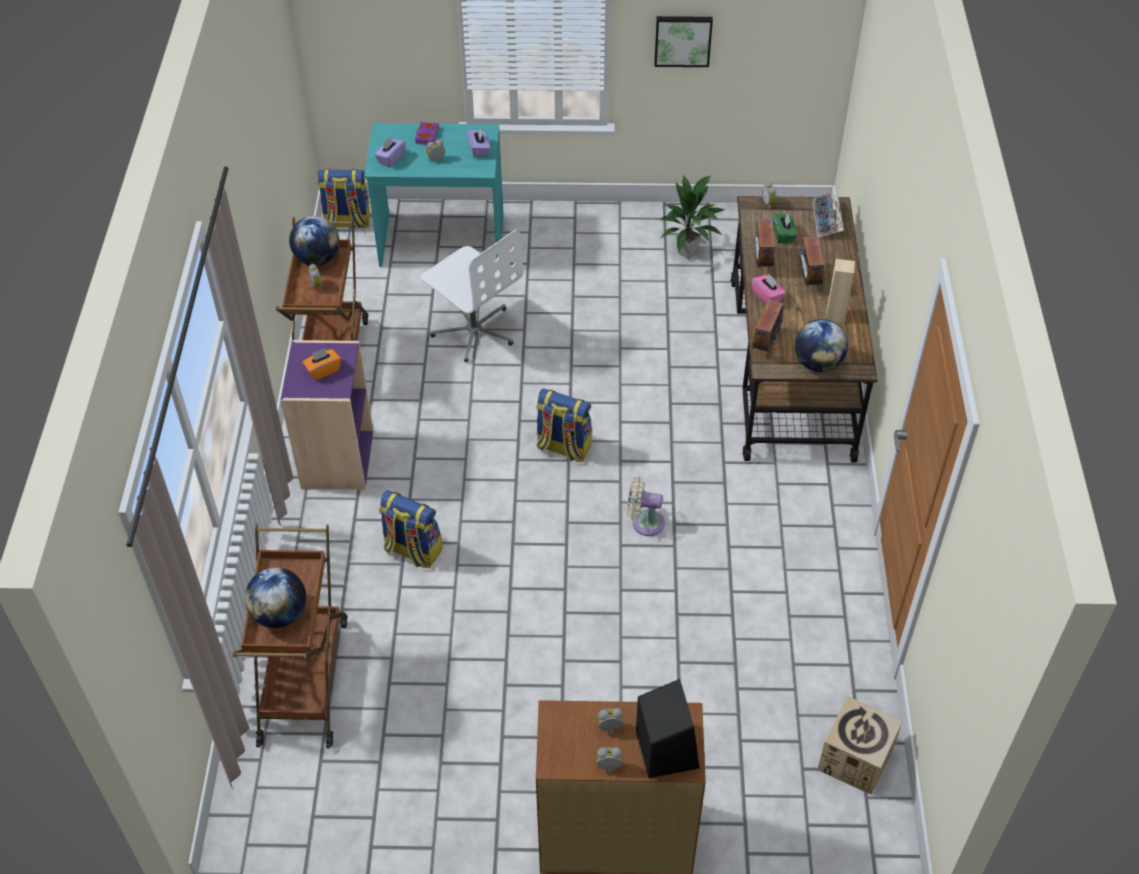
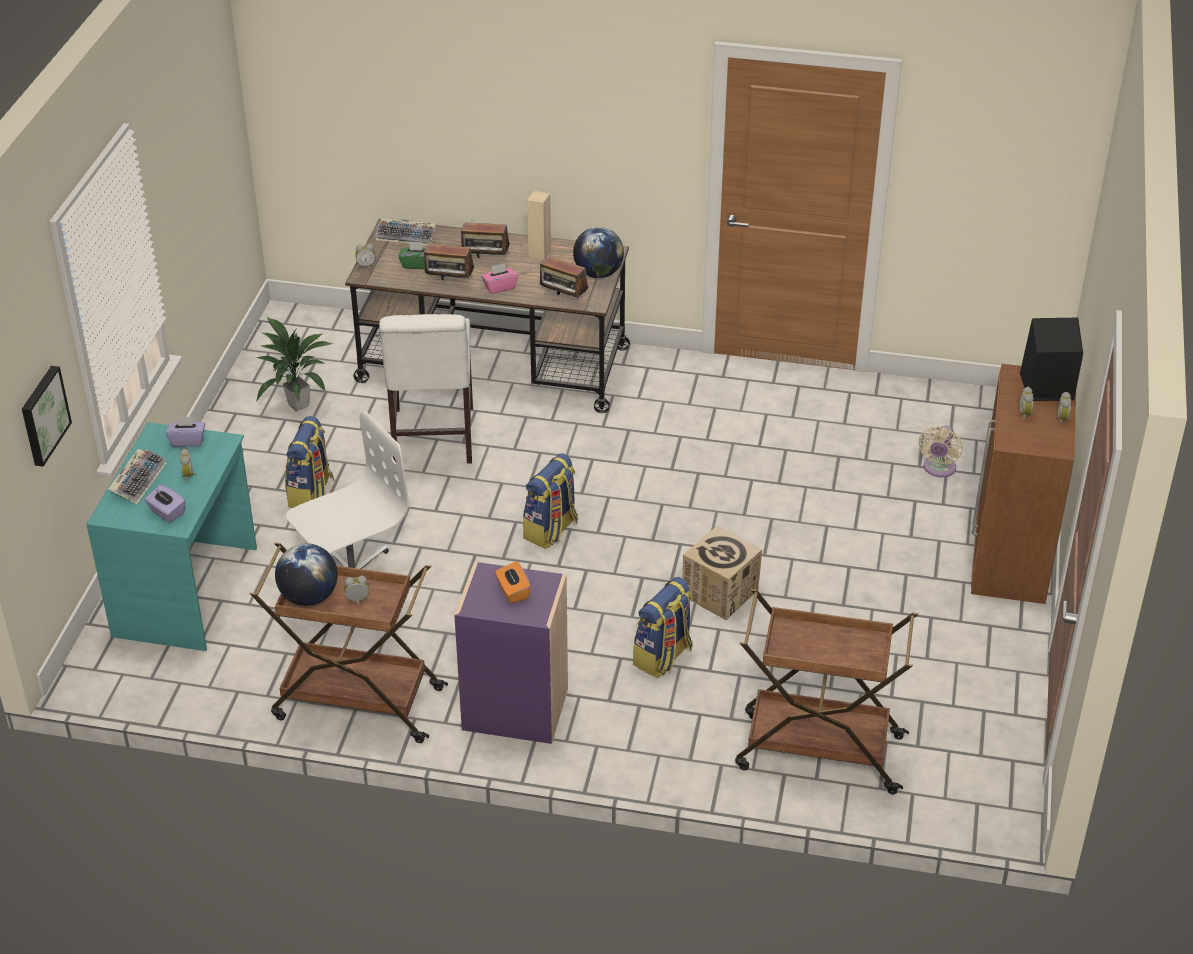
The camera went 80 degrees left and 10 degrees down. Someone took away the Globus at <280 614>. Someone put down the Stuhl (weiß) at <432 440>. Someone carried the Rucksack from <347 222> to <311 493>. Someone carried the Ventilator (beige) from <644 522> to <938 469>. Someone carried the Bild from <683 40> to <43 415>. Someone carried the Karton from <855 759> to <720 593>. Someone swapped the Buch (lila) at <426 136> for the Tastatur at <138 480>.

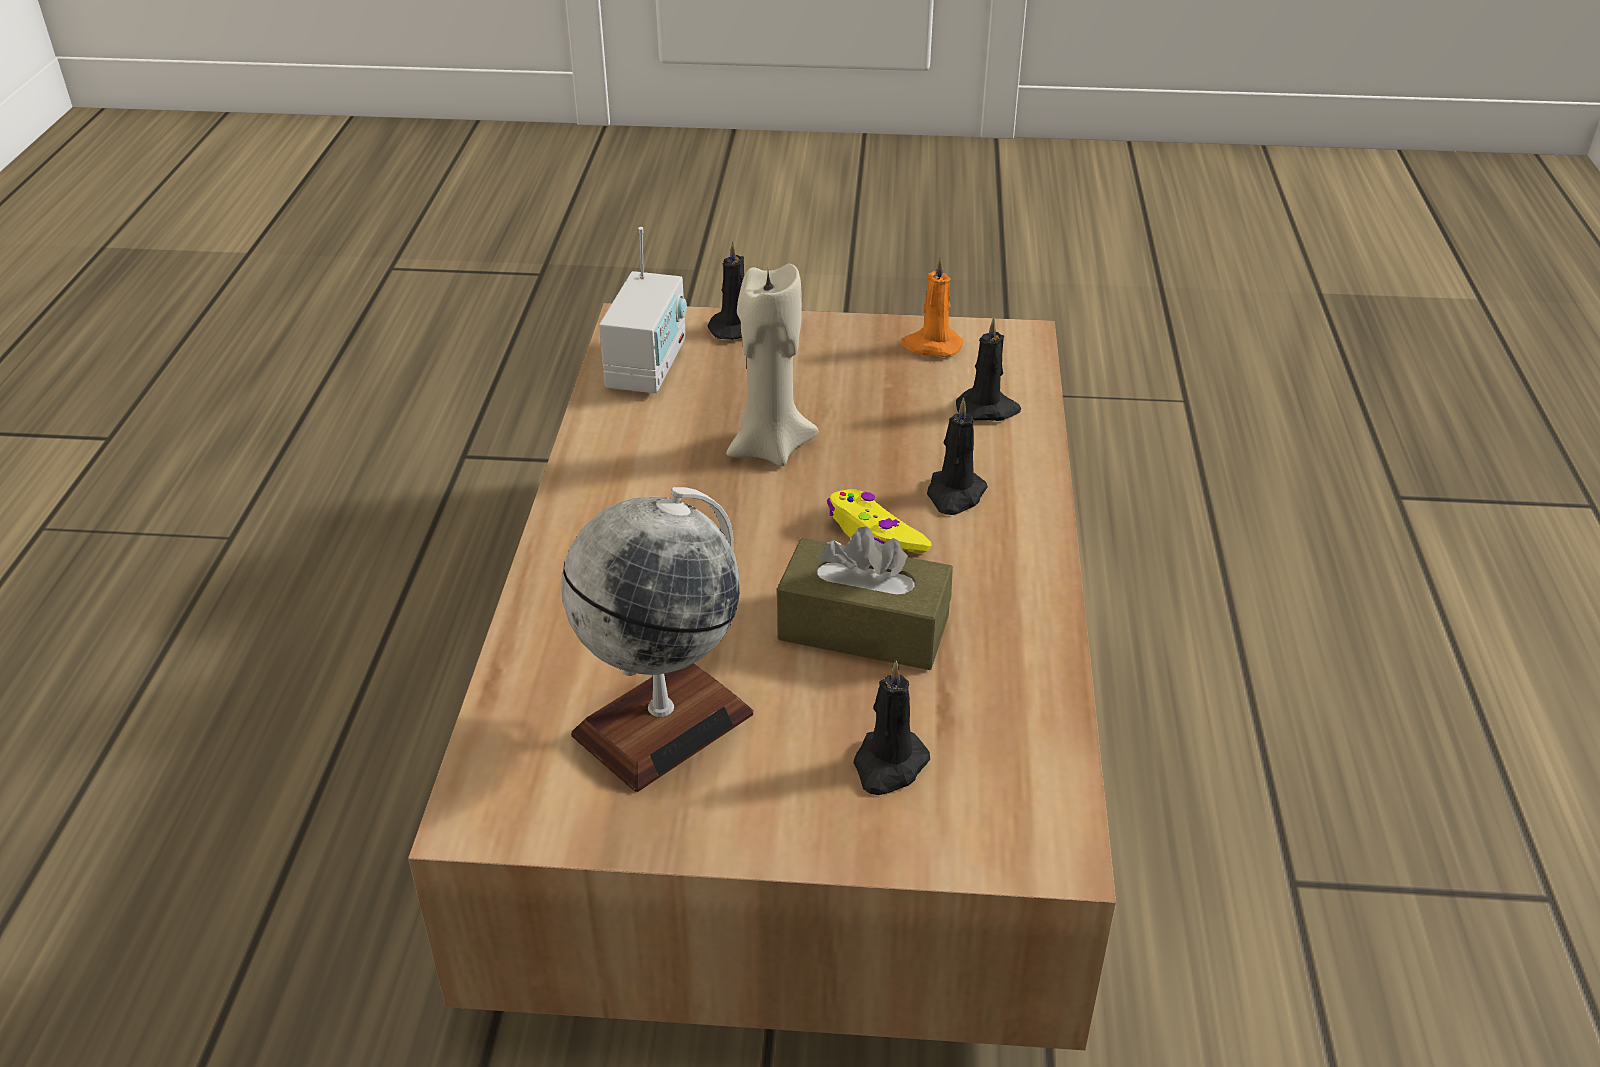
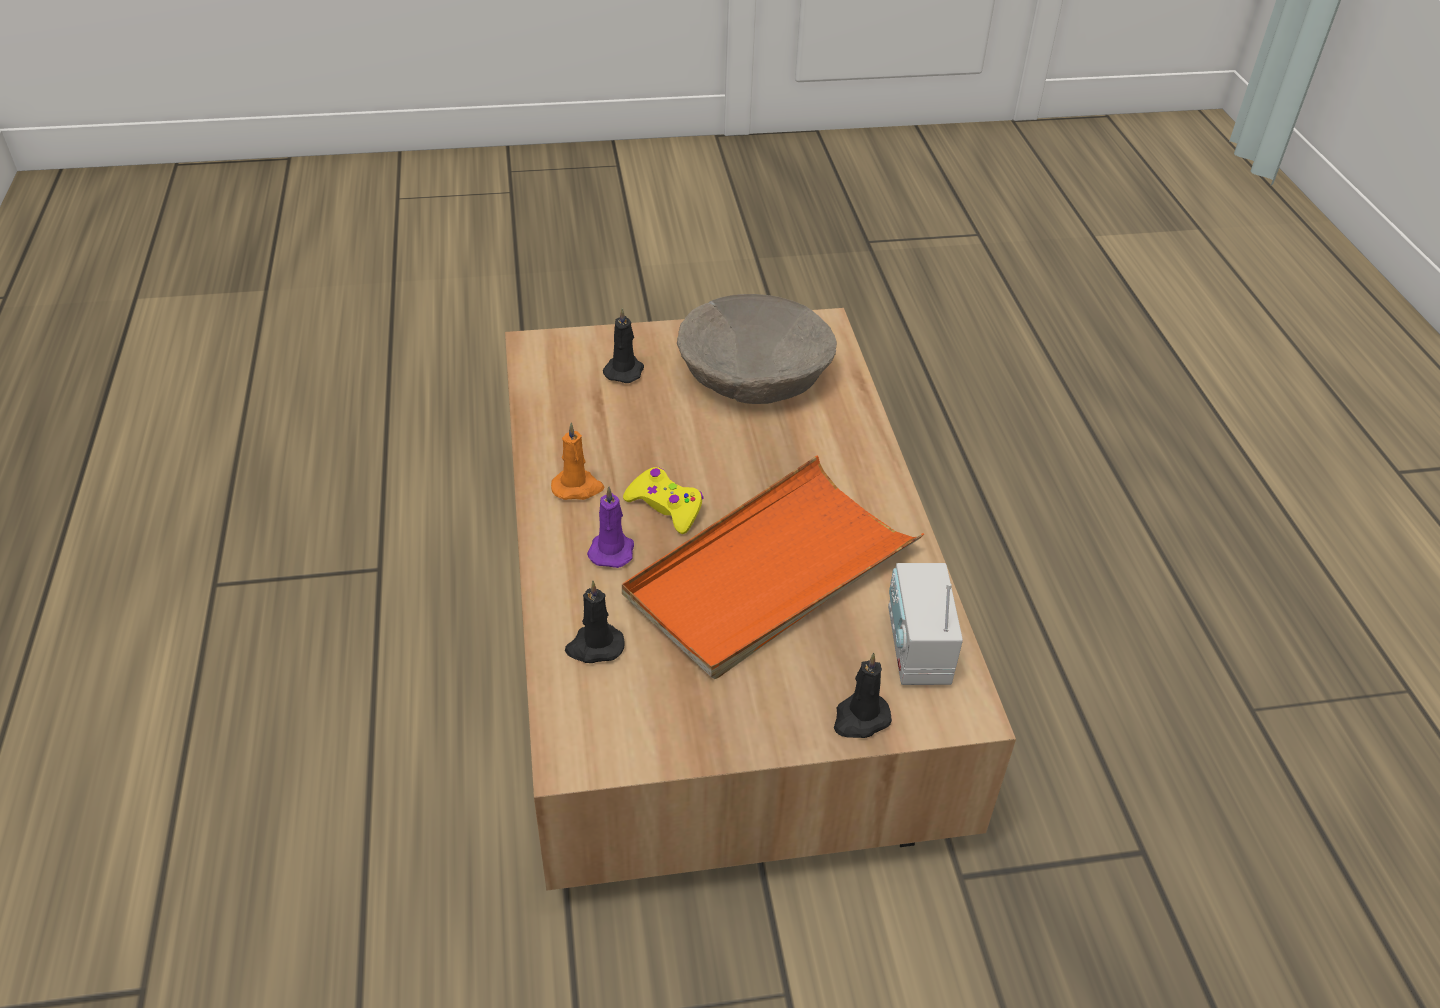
The camera went 165 degrees right and 5 degrees up. Someone took away the Taschentuchbox (braun) at <863 628>. Someone carried the Kerze (orange) from <931 345> to <578 487>. Someone swapped the Globus at <663 723> for the Schüssel (beige) at <753 374>. Someone swapped the Kerze (beige) at <769 447> for the Tablett (orange) at <770 573>. Someone repainted the Kerze (schwarz) at <955 495>, which became the Kerze (lila) at <612 550>.

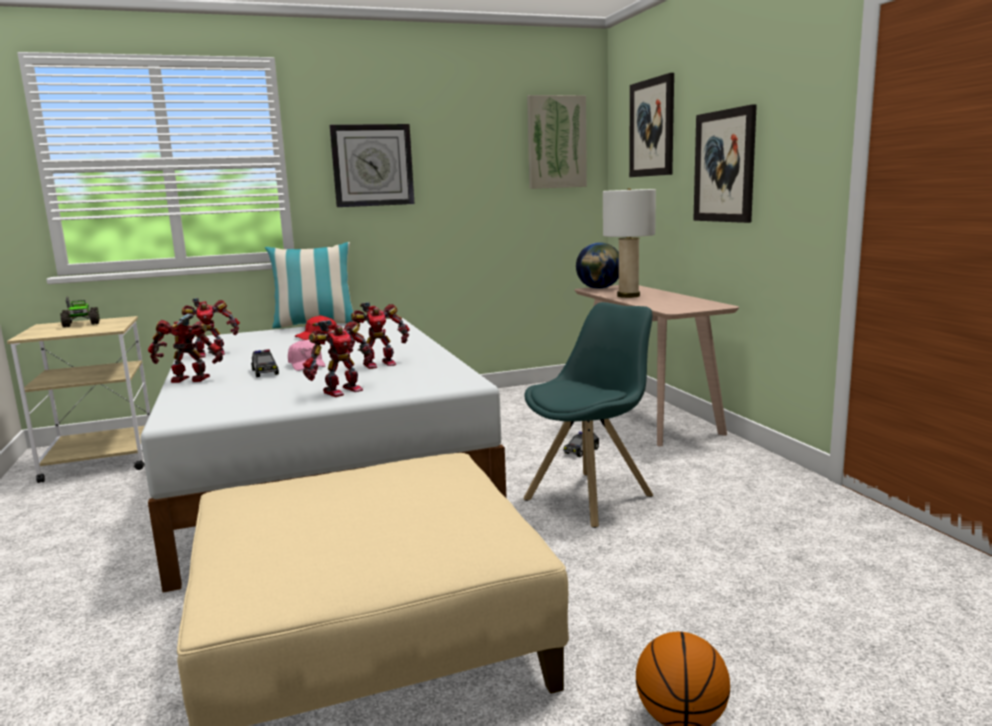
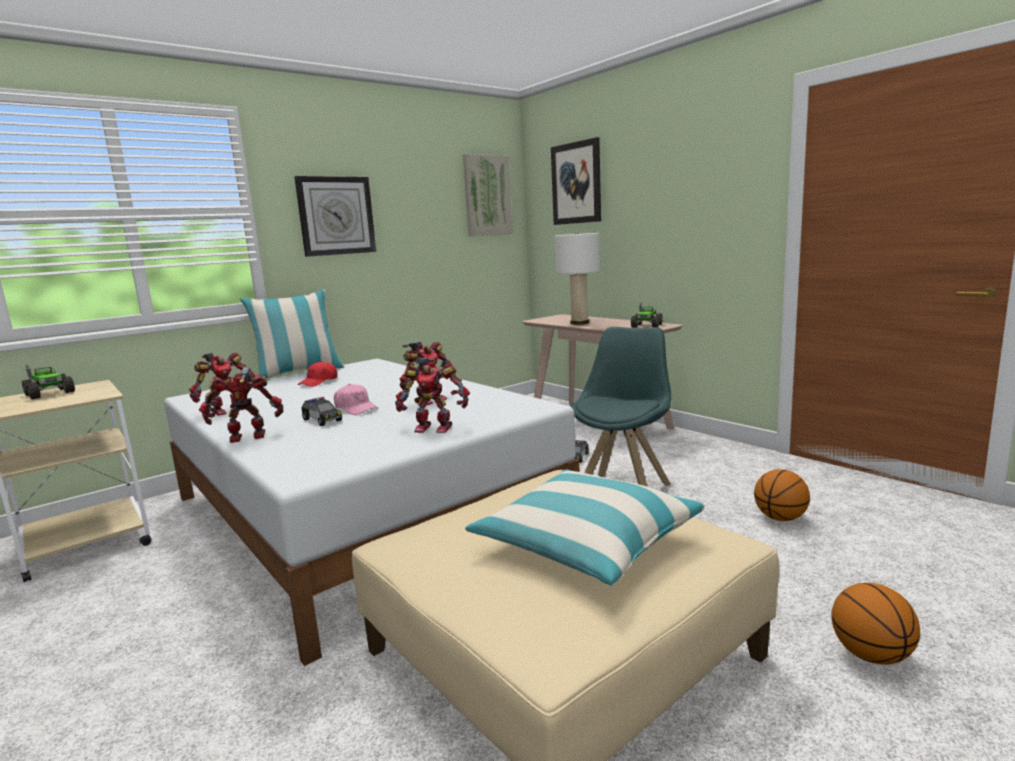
The camera went 20 degrees left and 0 degrees up. Someone took away the Globus at <599 288>. Someone took away the Bild at <724 166>. Someone put down the Kissen at <586 542>. Someone put down the Spielzeuglaster at <647 326>. Someone put down the Basketball at <780 518>. Someone rotated the Spielzeugroboter at <341 391> by 75 degrees clockwise.

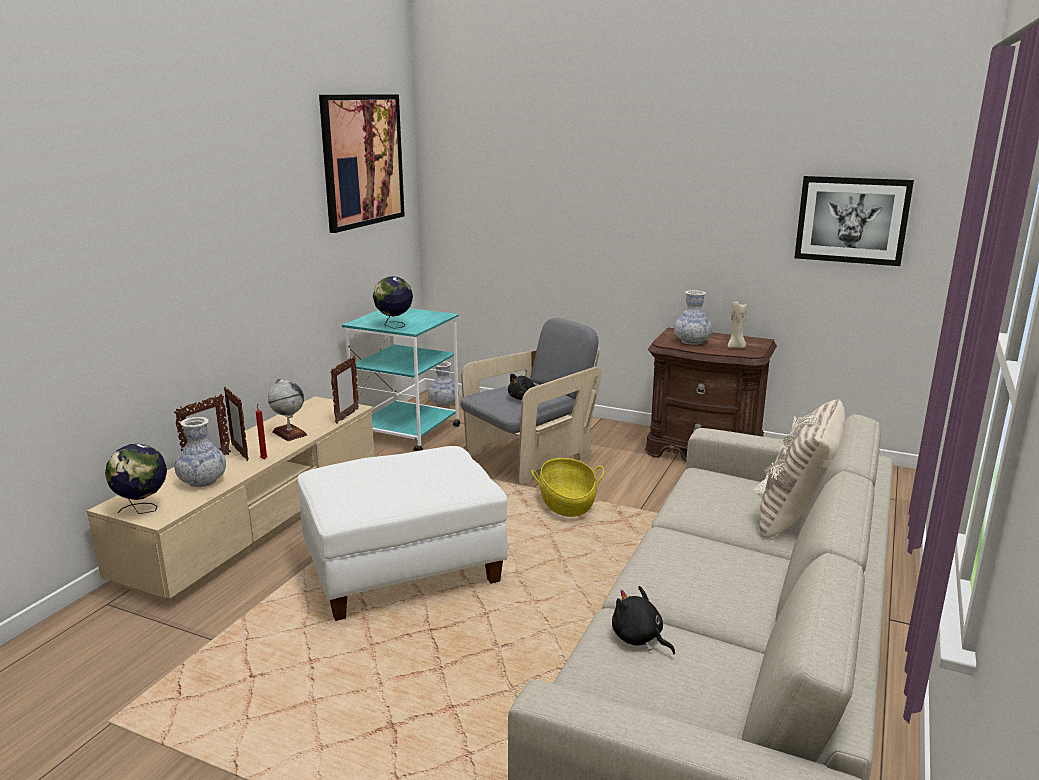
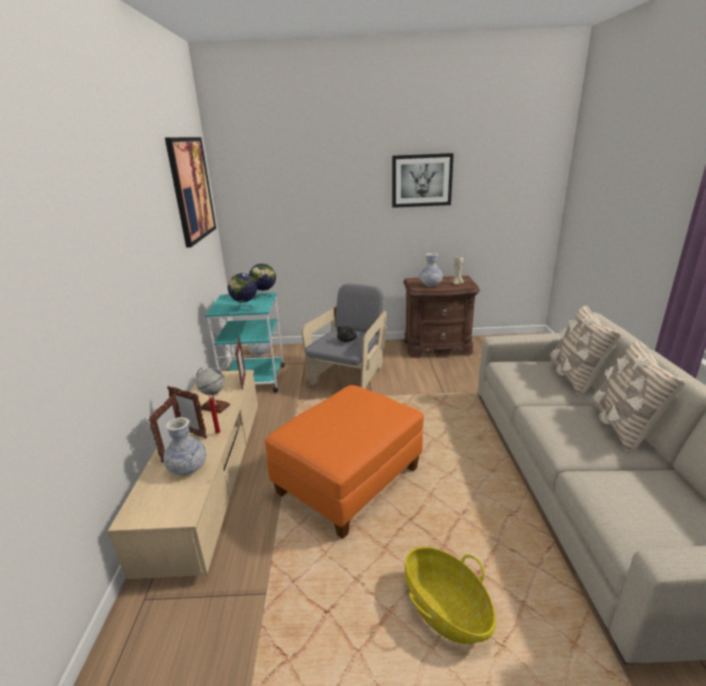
The camera went 25 degrees left and 5 degrees up. Someone took away the Plüschtier (schwarz) at <639 639>. Someone put down the Kissen (beige) at <621 427>. Someone carried the Globus from <143 510> to <265 297>. Someone carried the Korb from <567 503> to <446 609>. Someone carried the Bild from <852 220> to <421 180>. Someone repainted the Polsterhocker (weiß) at <403 569>, which became the Polsterhocker (orange) at <348 481>.

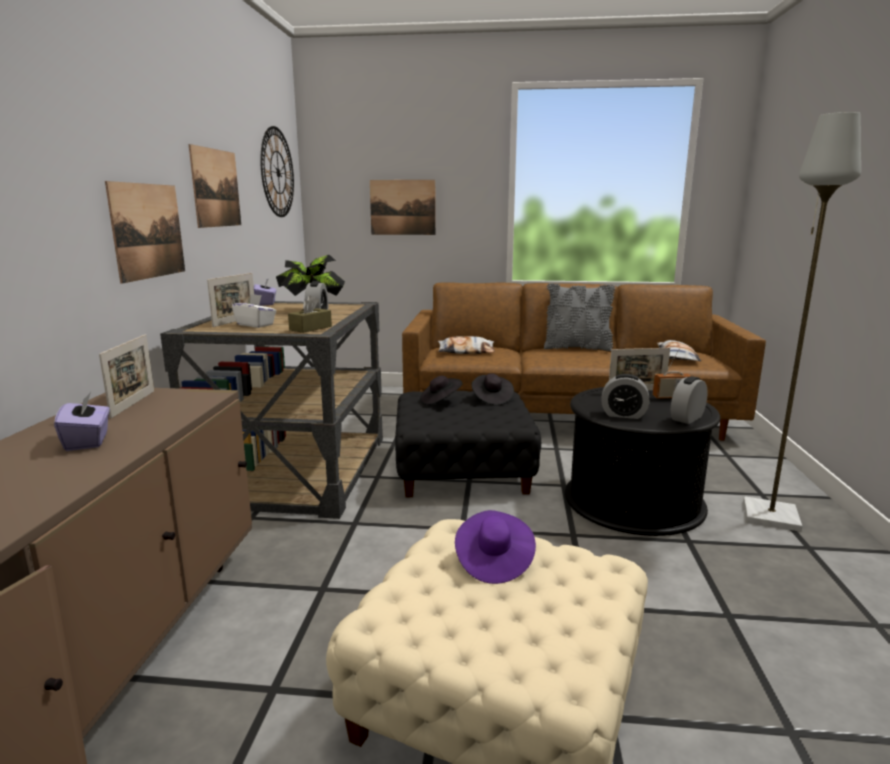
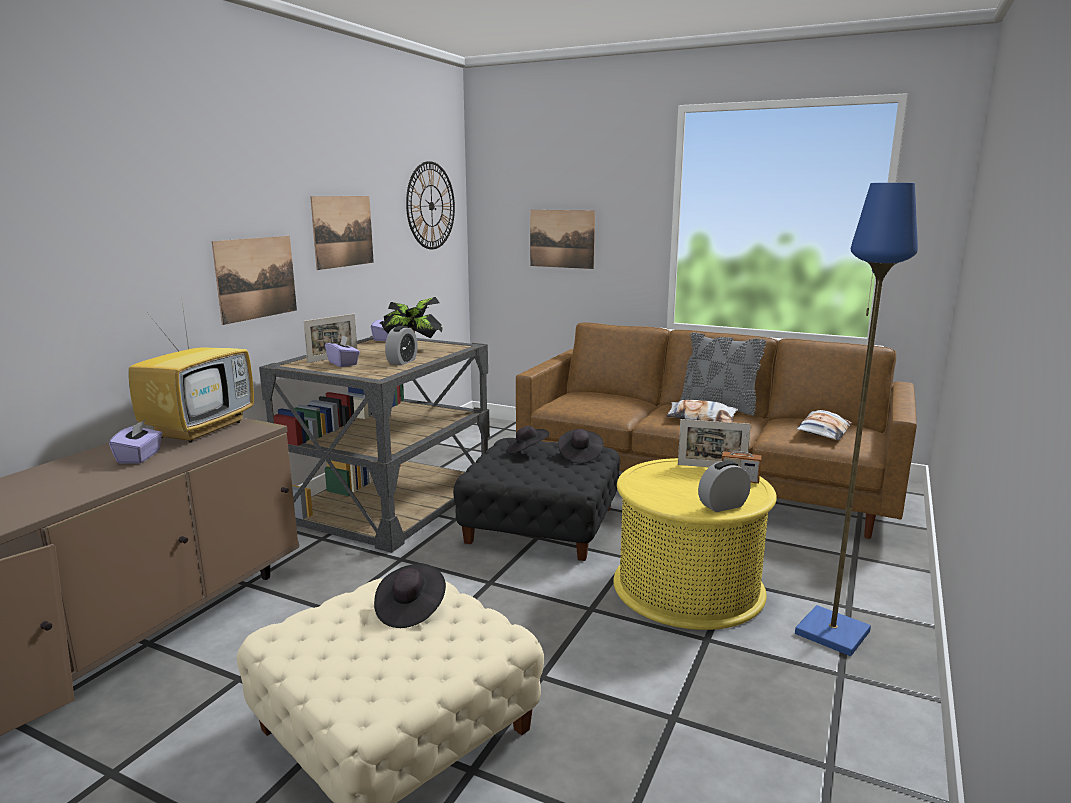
The camera went 20 degrees right and 0 degrees up. Someone took away the Taschentuchbox (braun) at <310 328>. Someone took away the Wecker at <623 415>. Someone carried the Kissen from <466 351> to <701 418>. Someone swapped the Bilderrahmen at <133 404> for the Fernseher at <201 429>. Someone repainted the Taschentuchbox (weiß) at <255 325>, which became the Taschentuchbox (lila) at <343 363>. Someone repainted the Hut (lila) at <493 562>, which became the Hut (schwarz) at <410 610>. Someone repainted the Couchtisch (schwarz) at <633 501>, which became the Couchtisch (gelb) at <688 587>. Someone repainted the Stehlampe (grau) at <770 516>, which became the Stehlampe (blau) at <830 633>.

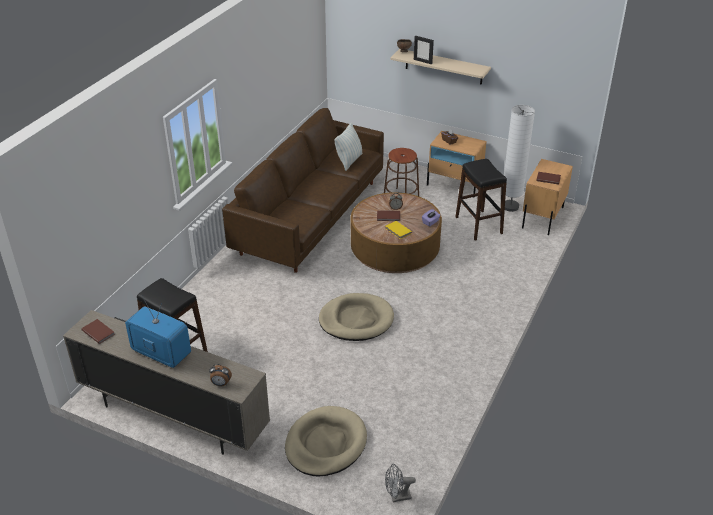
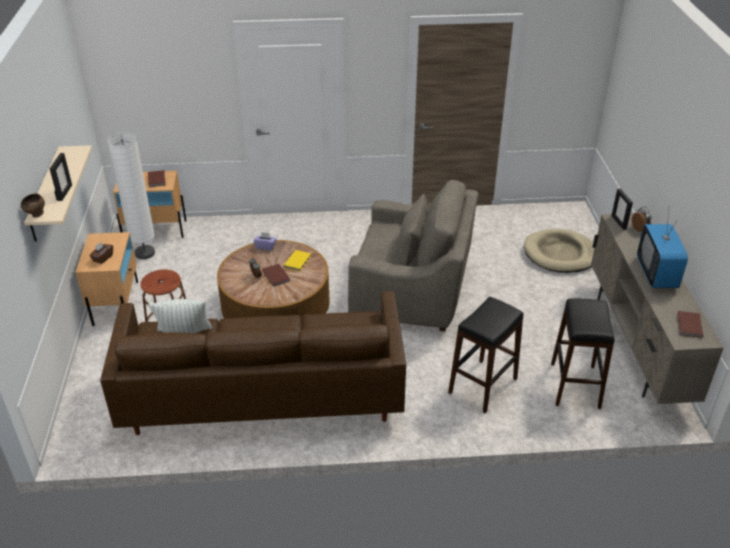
The camera went 120 degrees left and 0 degrees up. Someone took away the Ventilator (grau) at <397 497>. Someone put down the Bilderrahmen at <619 222>. Someone carried the Hocker (schwarz) from <478 225> to <483 386>. Someone swapped the Hundebett (beige) at <356 320> for the Sessel (grau) at <412 290>.

